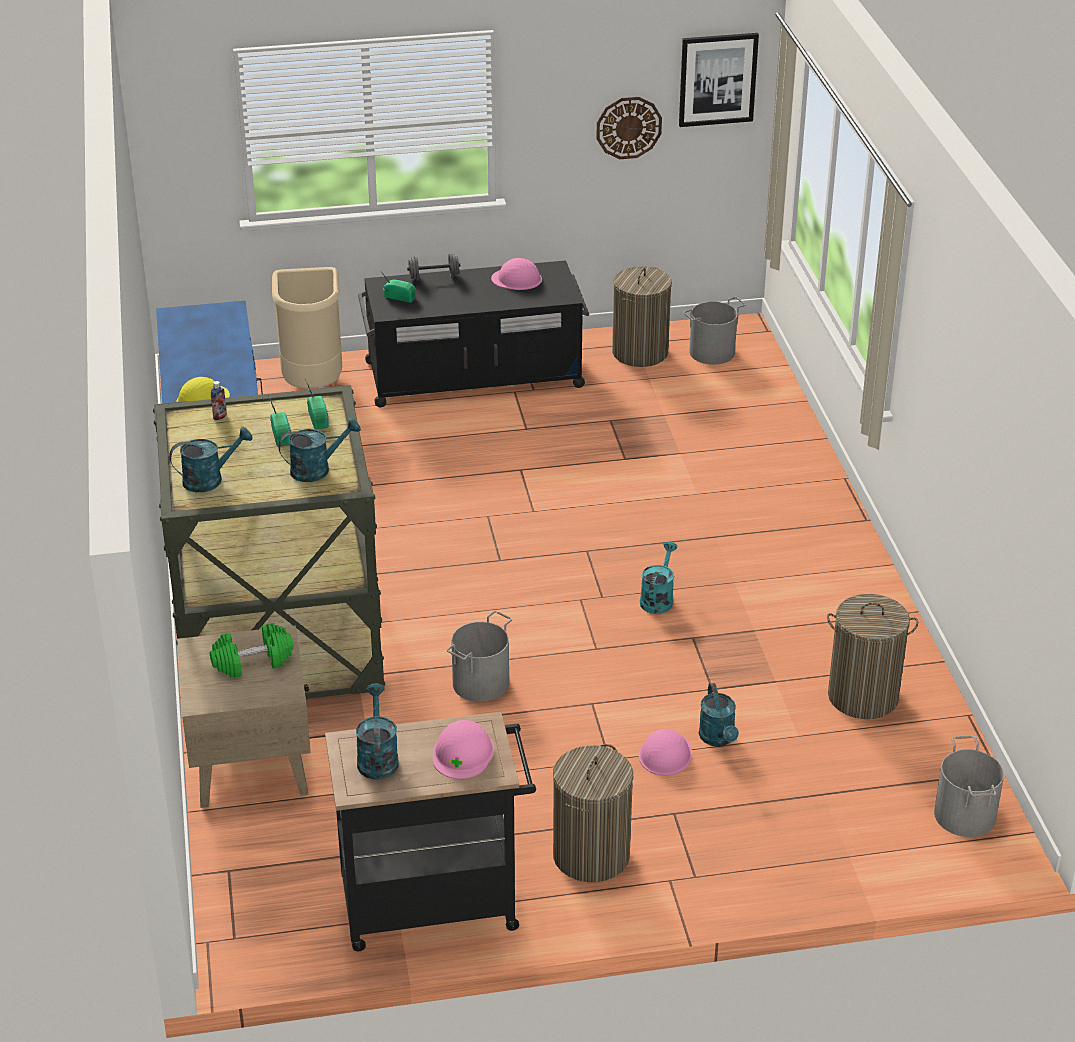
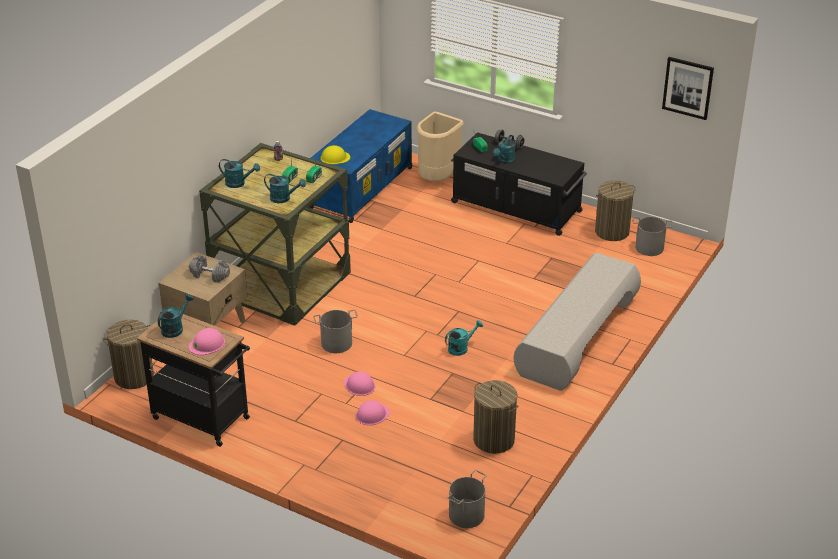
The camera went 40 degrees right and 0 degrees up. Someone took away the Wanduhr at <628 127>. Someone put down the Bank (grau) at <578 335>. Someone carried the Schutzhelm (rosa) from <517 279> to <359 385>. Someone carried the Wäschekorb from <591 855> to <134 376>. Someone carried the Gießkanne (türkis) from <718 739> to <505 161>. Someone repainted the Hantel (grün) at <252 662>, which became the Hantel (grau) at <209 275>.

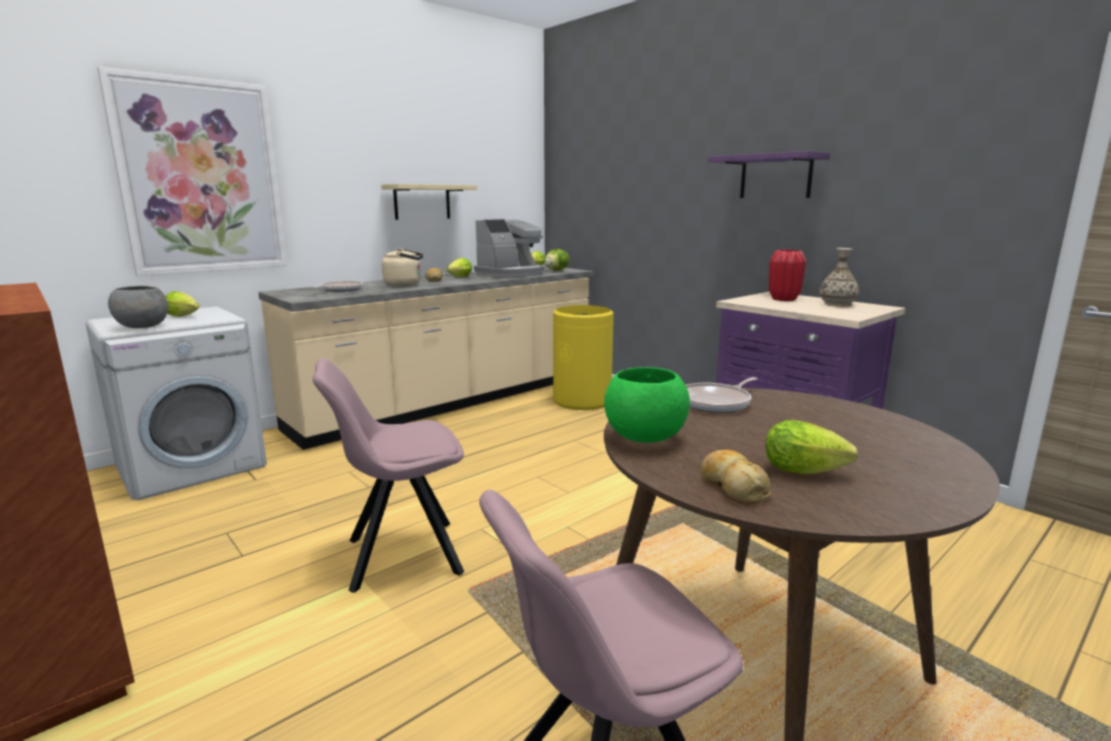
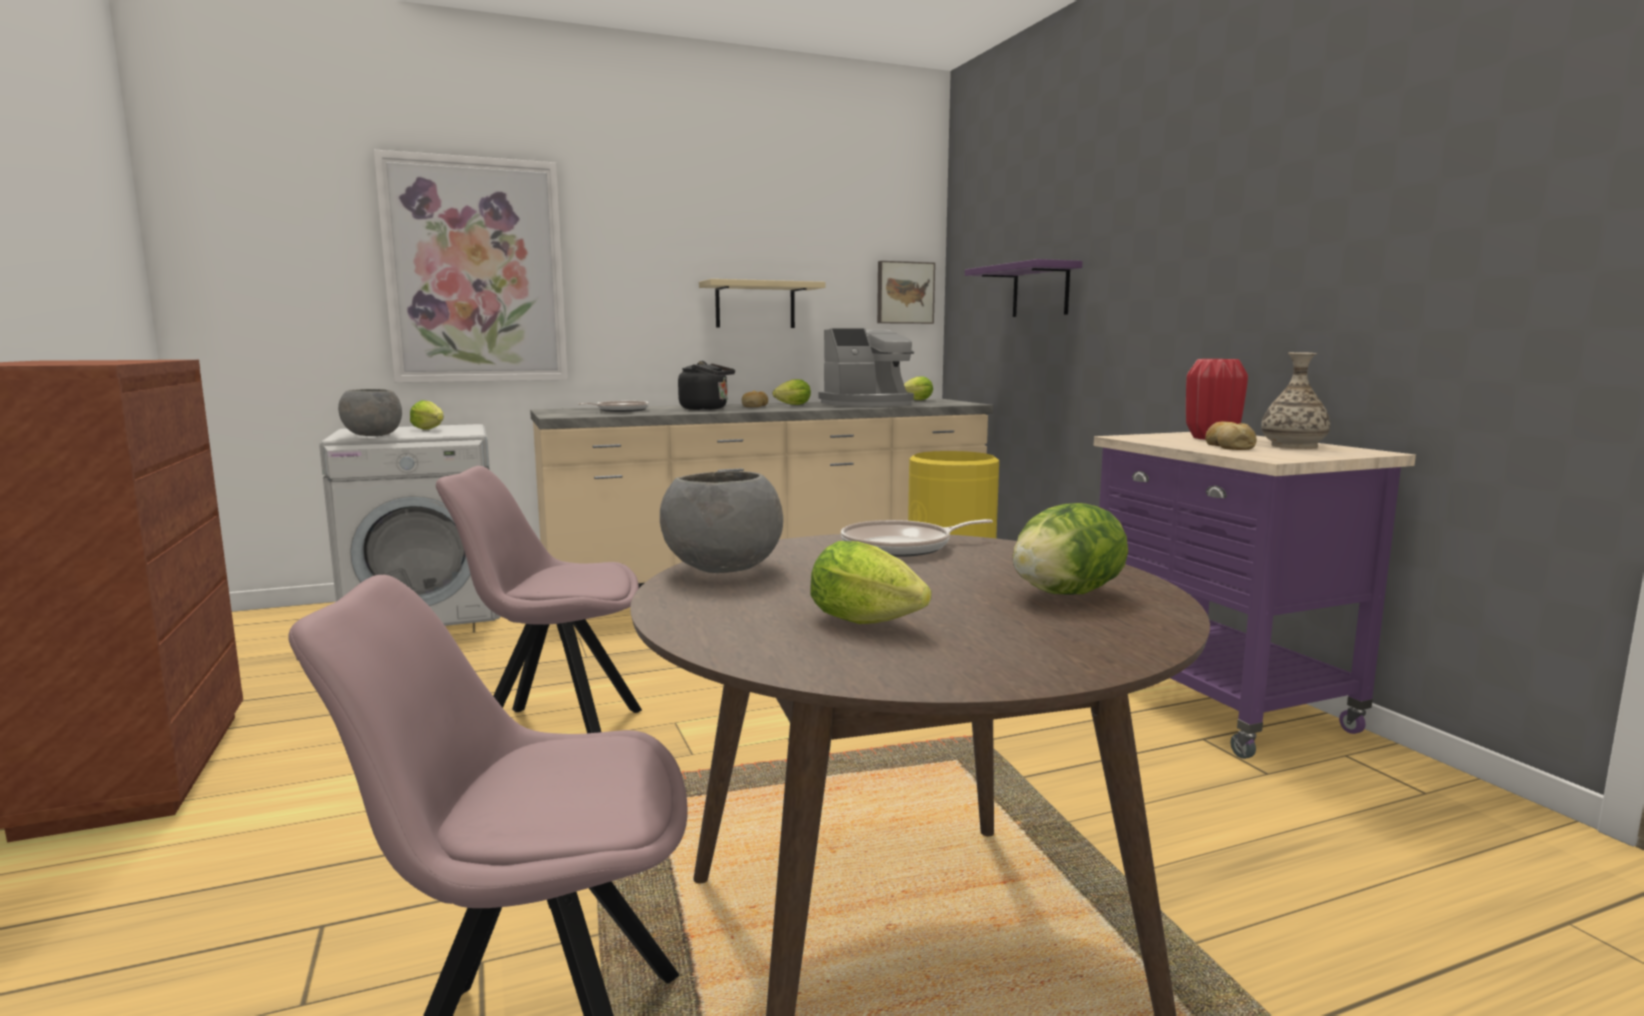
The camera went 20 degrees right and 5 degrees down. Someone put up the Bild at <904 293>. Someone carried the Salatkopf from <556 270> to <1065 594>. Someone carried the Brot from <733 486> to <1229 446>. Someone carried the Wandregal (lila) from <775 177> to <1040 291>. Someone repainted the Wasserkessel (beige) at <405 284>, which became the Wasserkessel (schwarz) at <707 409>. Someone repainted the Schüssel (grün) at <645 439>, which became the Schüssel (grau) at <722 570>.

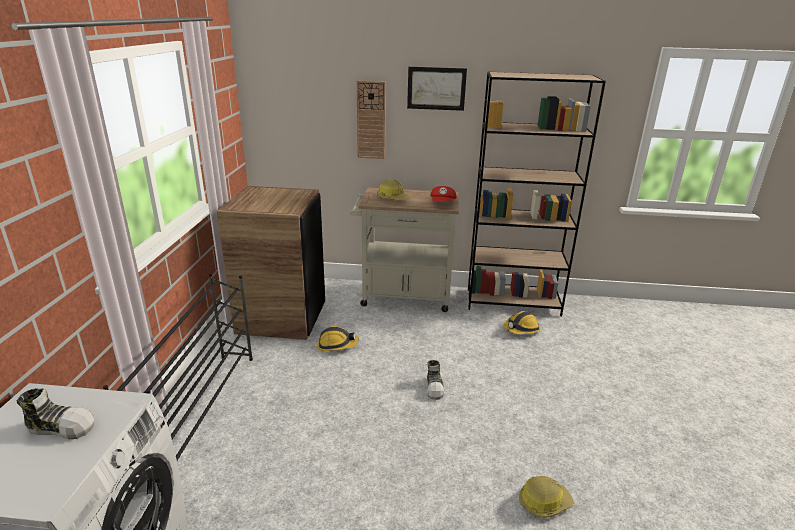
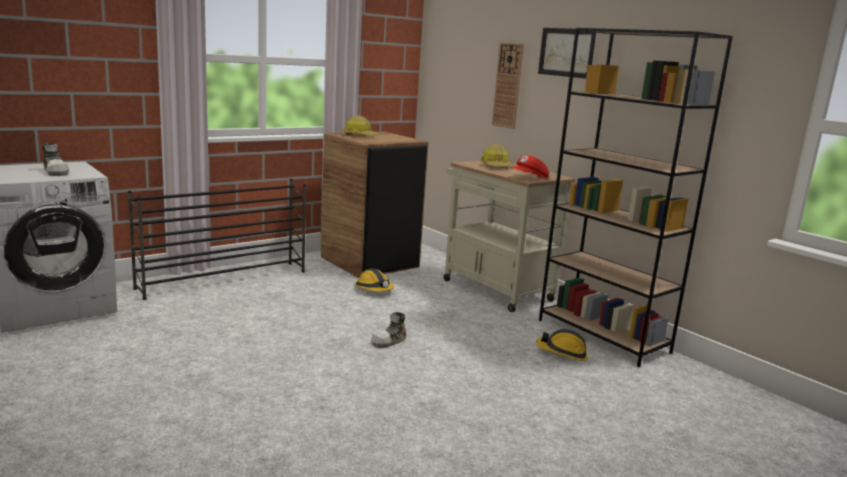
The camera went 45 degrees right and 10 degrees down. Someone carried the Schutzhelm from <544 502> to <360 136>.

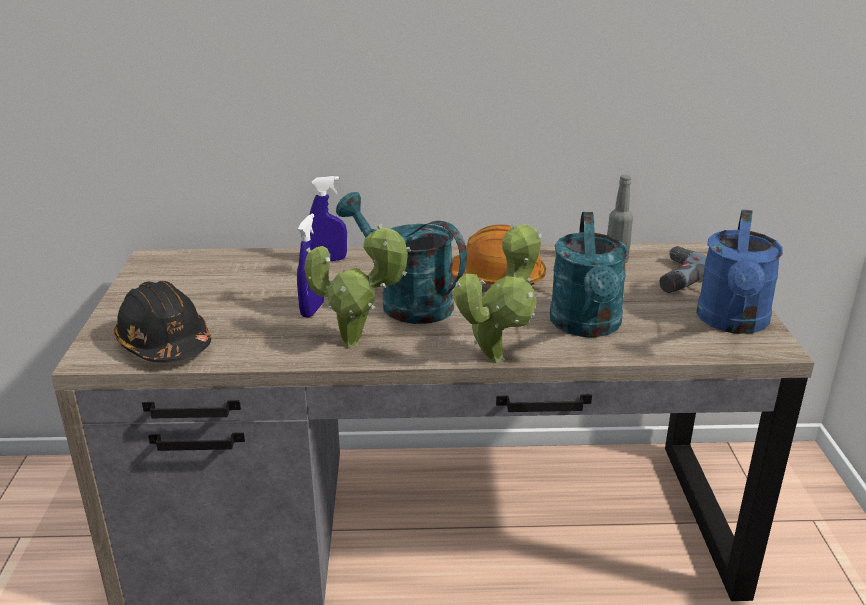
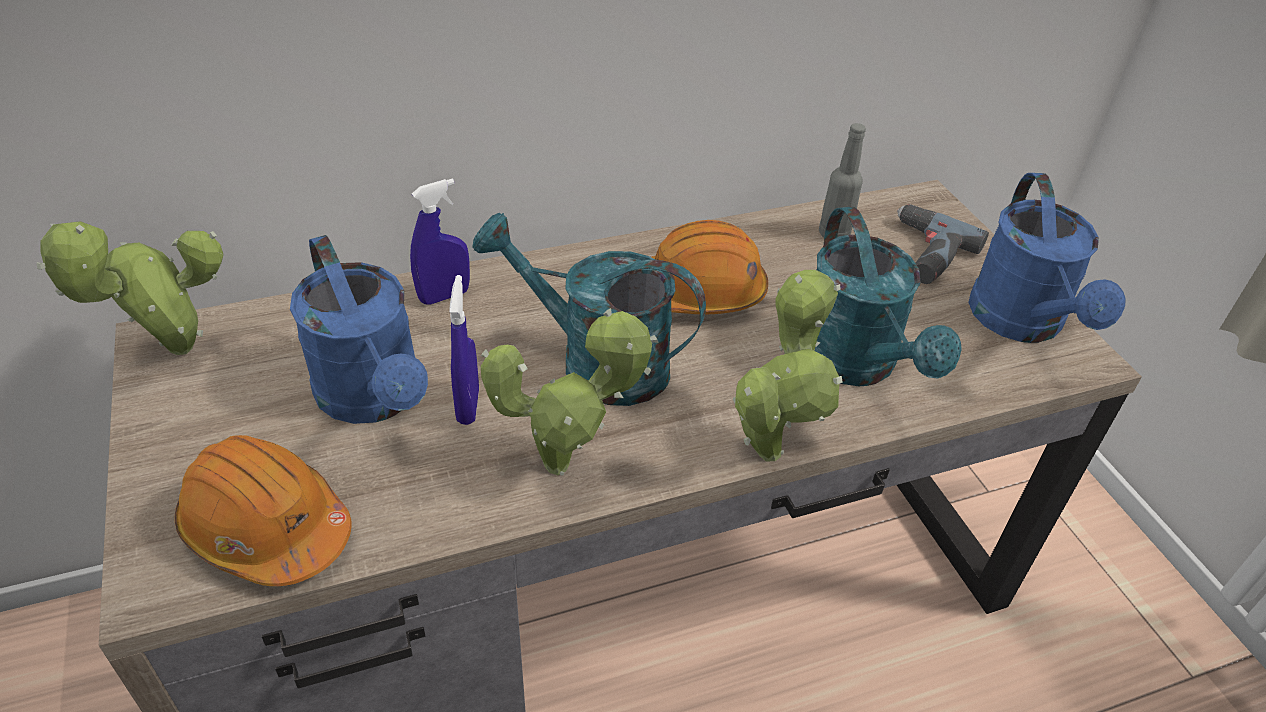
The camera went 20 degrees left and 15 degrees up. Someone put down the Topfpflanze at <173 352>. Someone put down the Gießkanne (blau) at <376 399>. Someone repainted the Schutzhelm (schwarz) at <164 343>, which became the Schutzhelm (orange) at <267 528>.

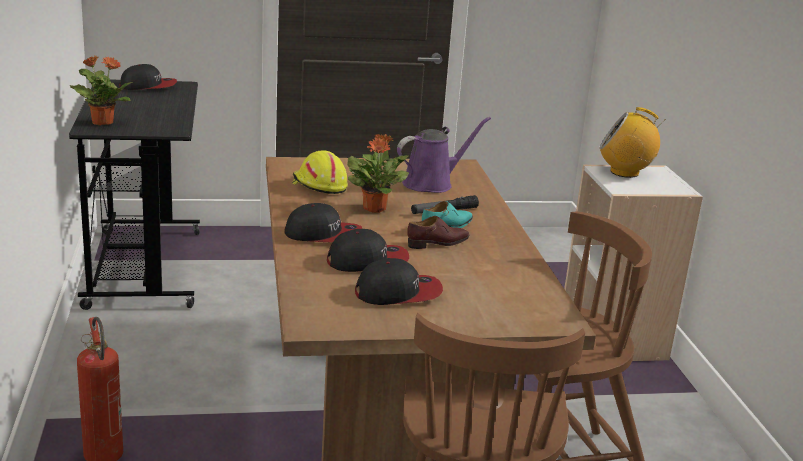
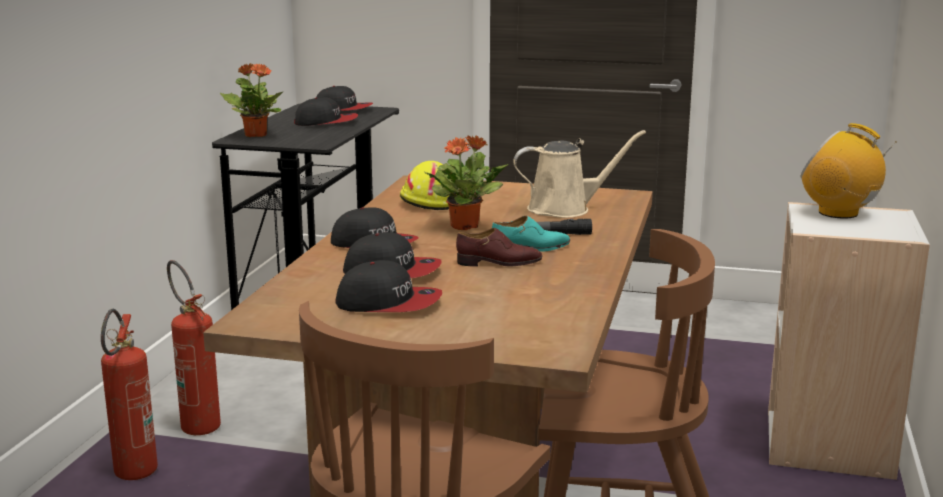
The camera went 25 degrees right and 5 degrees down. Someone put down the Feuerlöscher at <196 423>. Someone put down the Kappe at <326 122>. Someone repainted the Gießkanne (lila) at <432 183>, which became the Gießkanne (beige) at <565 209>.

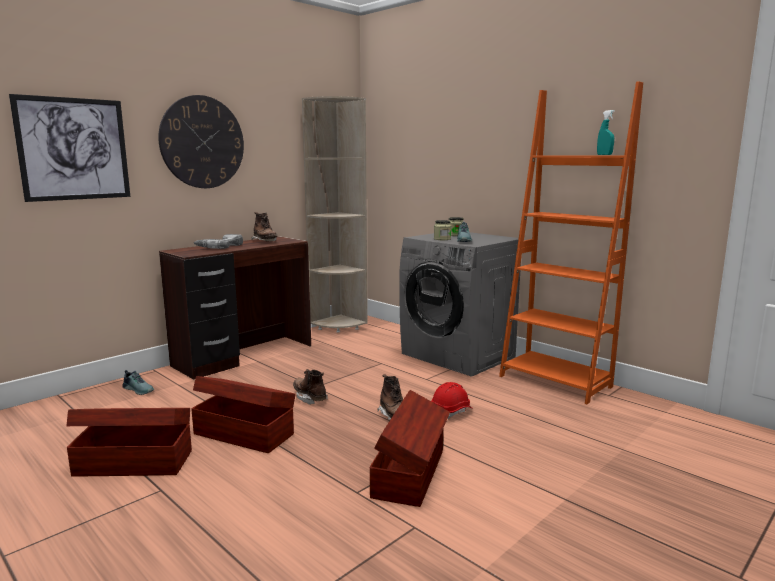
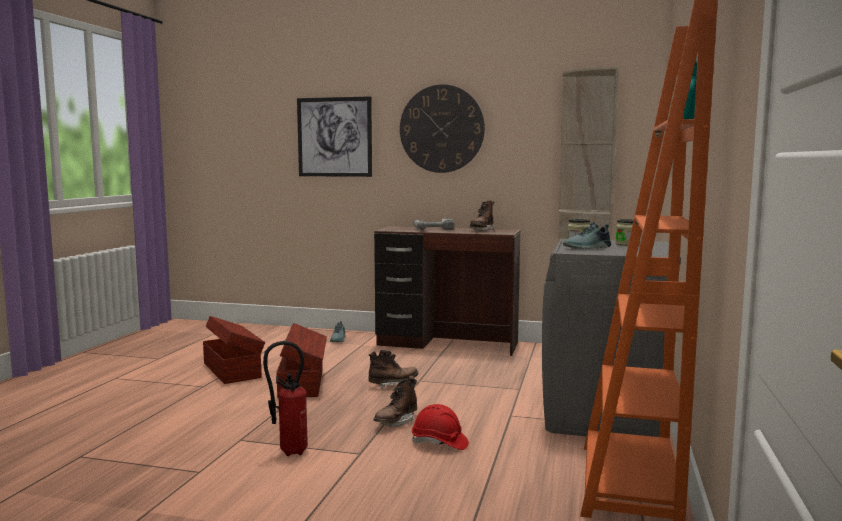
The camera went 60 degrees right and 5 degrees down. Someone swapped the Aufbewahrungsbox (braun) at <411 473> for the Feuerlöscher at <289 452>. Someone rotated the Stiefel (braun) at <310 398> by 45 degrees clockwise.

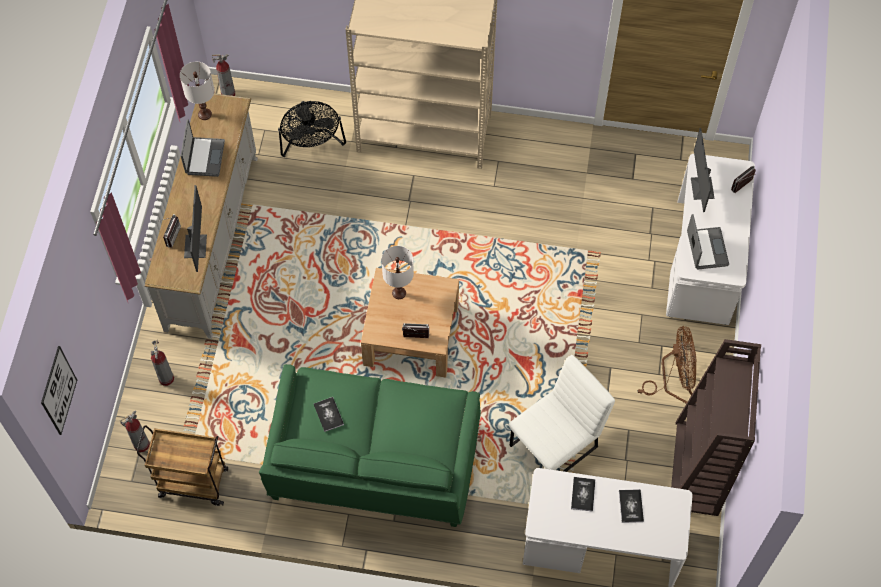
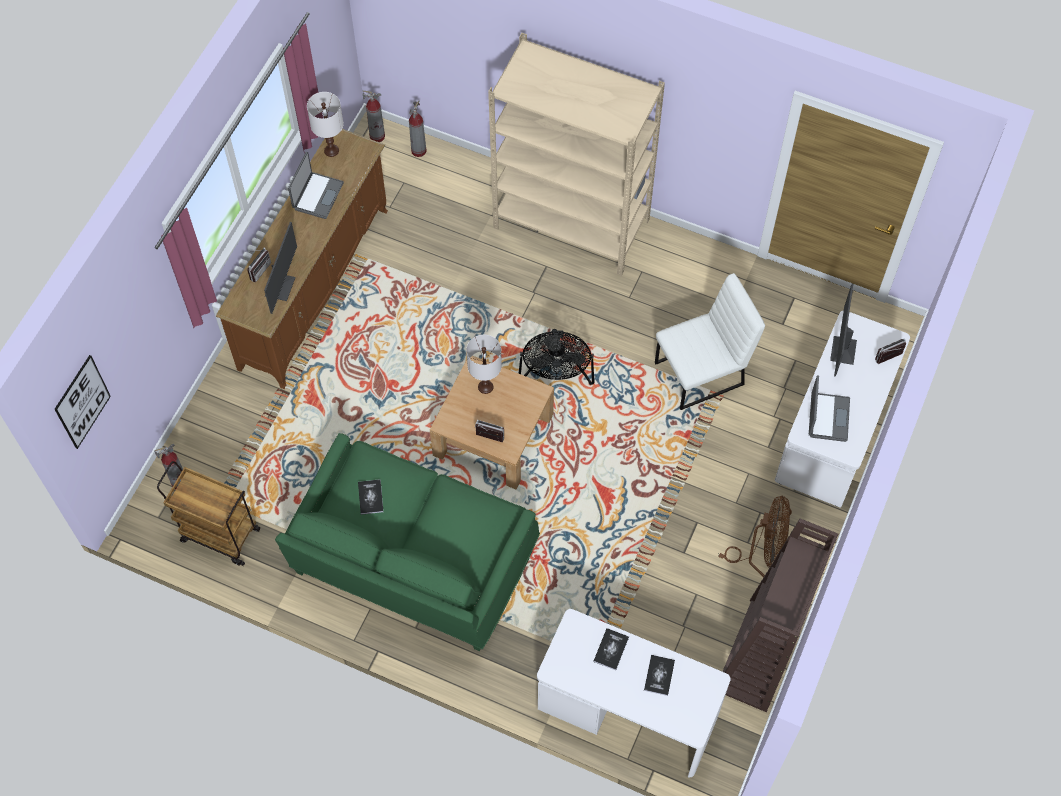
The camera went 15 degrees right and 0 degrees up. Someone carried the Feuerlöscher from <166 379> to <418 151>. Someone carried the Ventilator (schwarz) from <309 140> to <553 370>. Someone carried the Stuhl (weiß) from <556 445> to <702 373>. Someone repainted the Schrank (grau) at <213 242>, which became the Schrank (braun) at <316 288>.

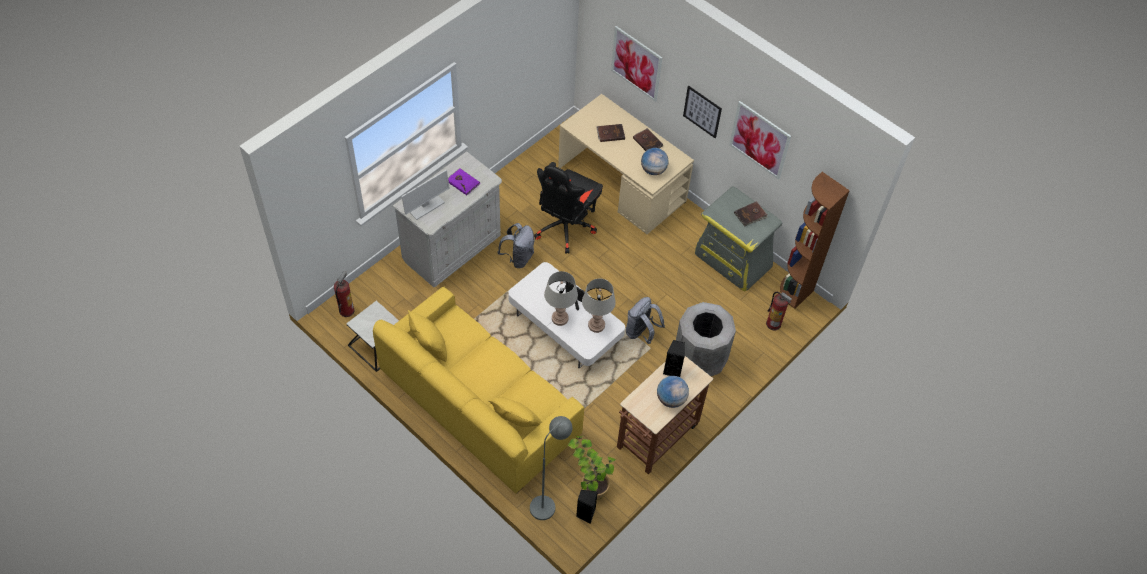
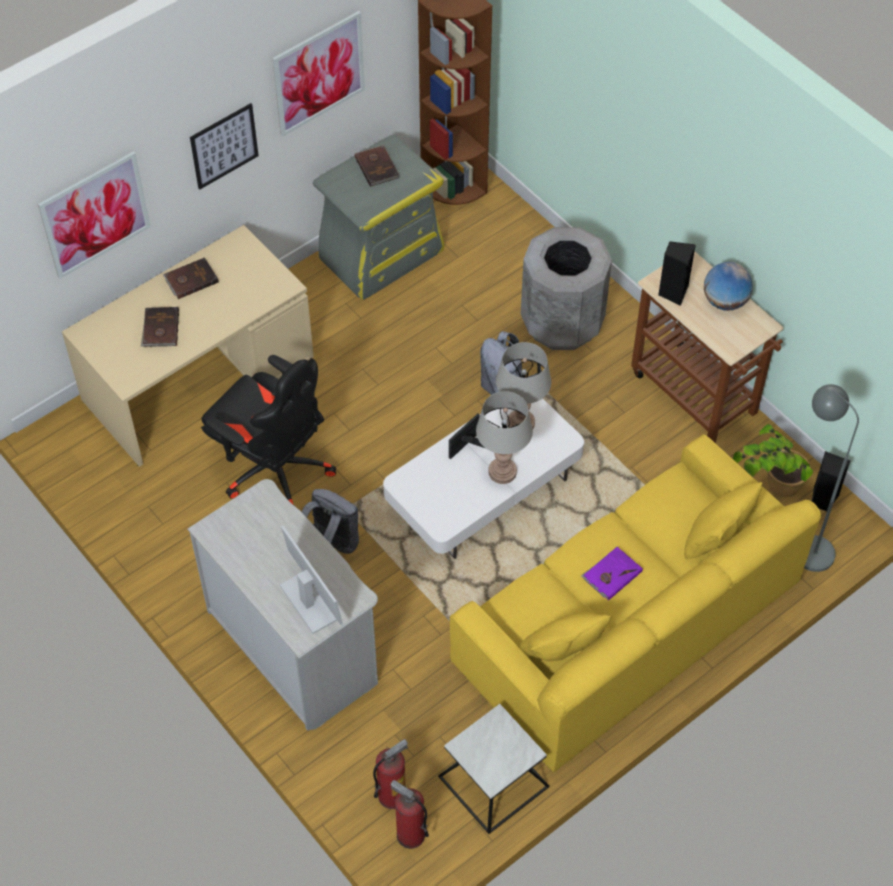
The camera went 80 degrees left and 0 degrees up. Someone took away the Globus at <653 170>. Someone carried the Buch (lila) from <463 182> to <611 574>. Someone carried the Feuerlöscher from <773 324> to <392 795>.

